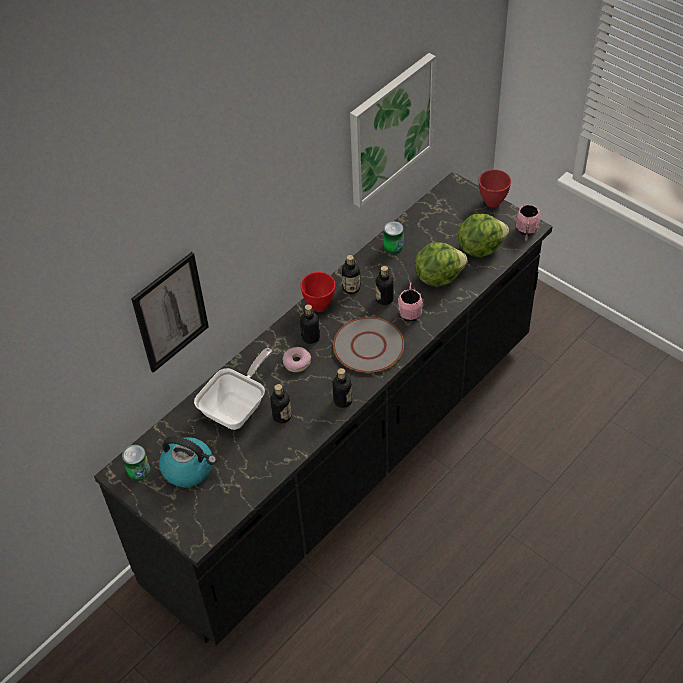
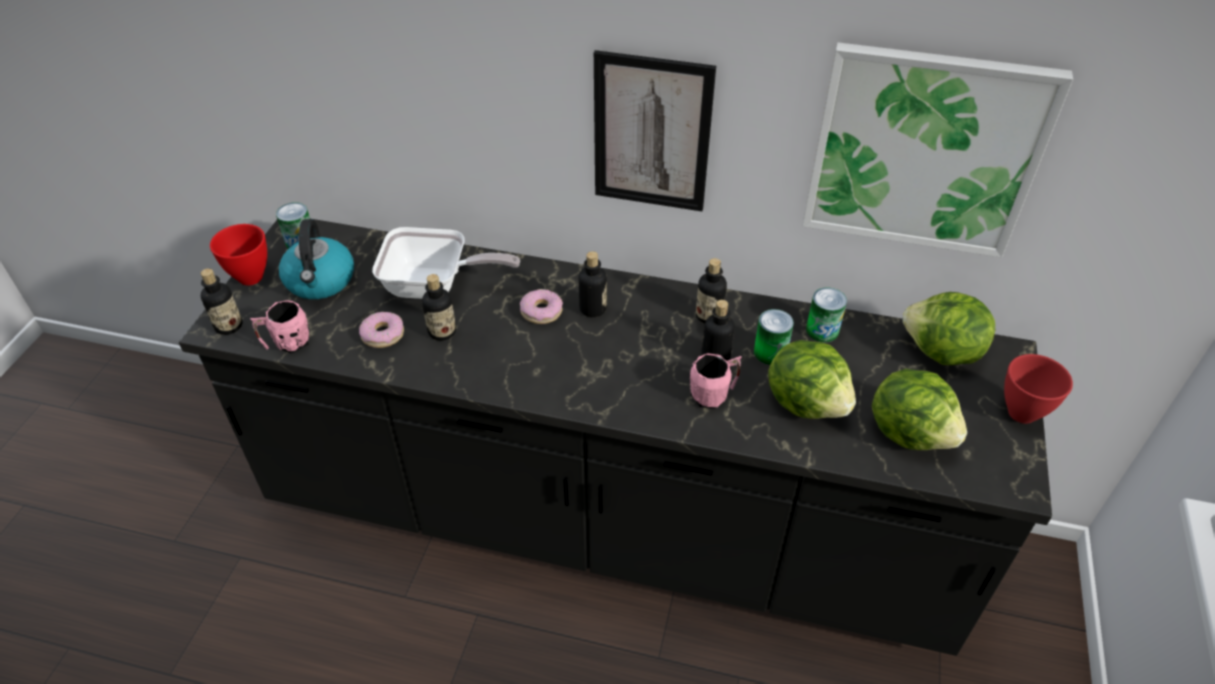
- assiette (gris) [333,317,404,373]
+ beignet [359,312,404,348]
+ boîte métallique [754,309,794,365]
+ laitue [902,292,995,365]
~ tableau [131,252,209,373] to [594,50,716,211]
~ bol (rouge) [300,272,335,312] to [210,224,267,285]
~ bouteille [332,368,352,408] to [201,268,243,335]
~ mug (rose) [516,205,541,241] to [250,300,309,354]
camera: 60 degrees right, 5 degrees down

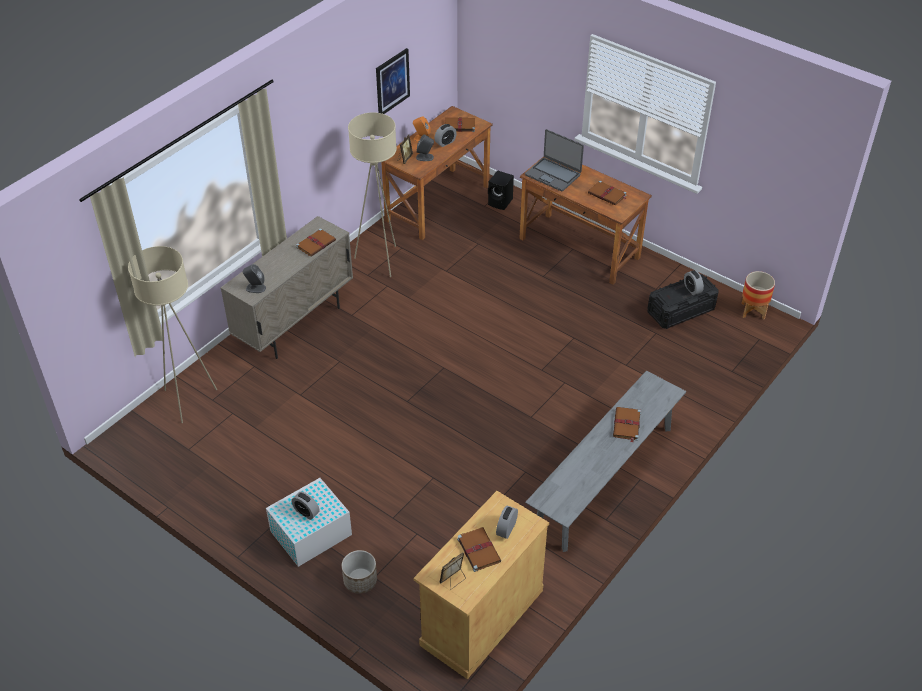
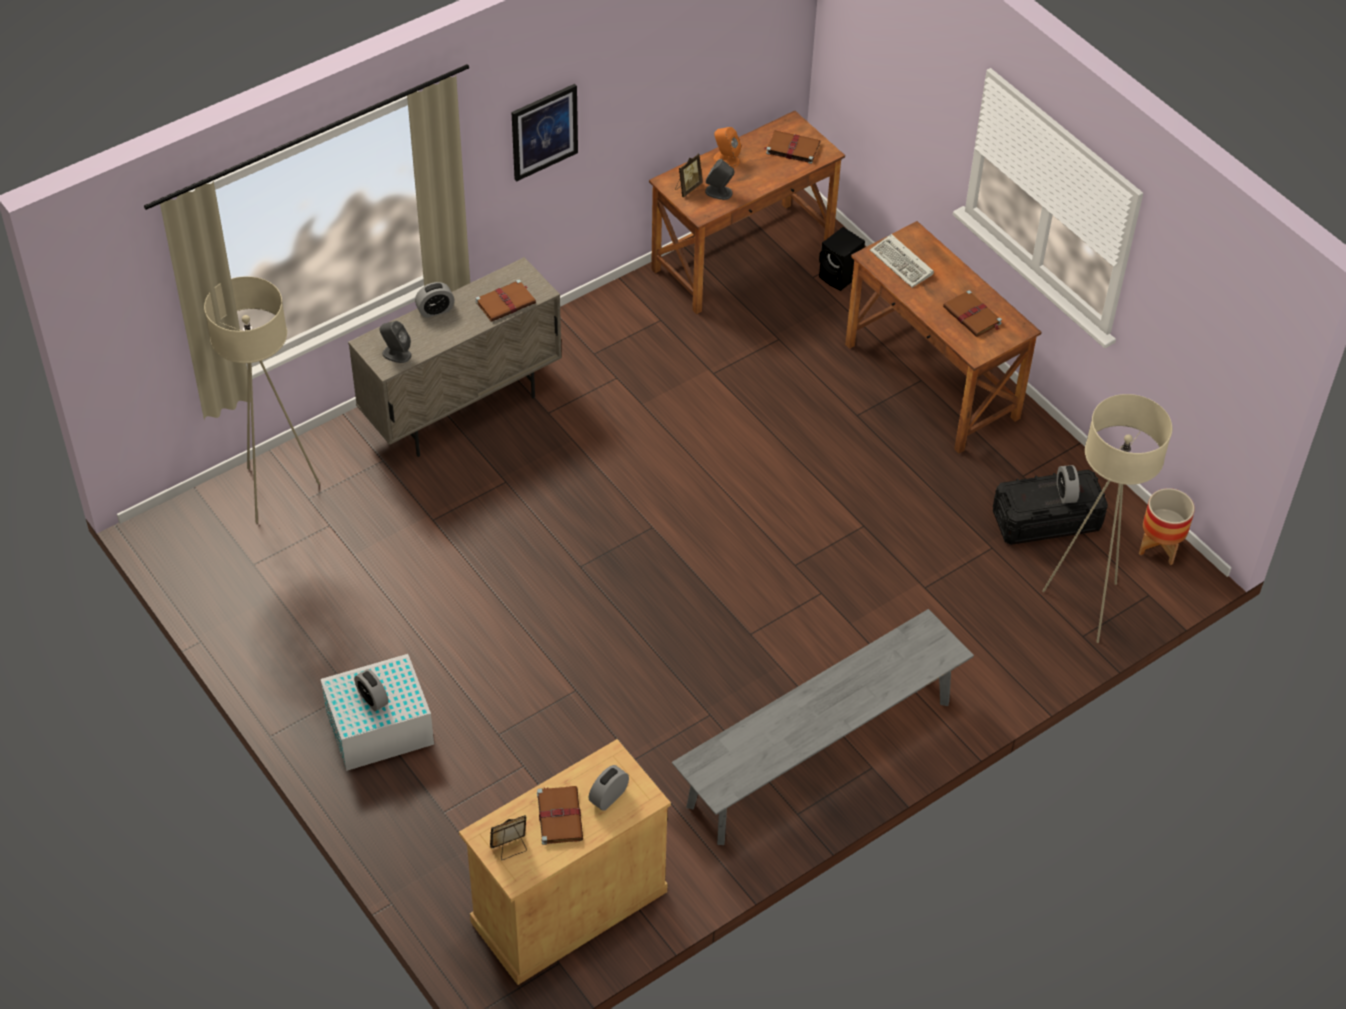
- cache-pot [342,550,377,594]
- livre (marron) [613,407,641,442]
~ lampadaire (beige) [348,112,397,277] to [1042,394,1172,643]
~ tableau [376,48,410,114] to [511,84,578,181]
~ réveil [435,124,457,147] to [415,282,455,318]
~ ordinateur portable [525,129,584,191] to clavier [870,234,934,288]
camera: 15 degrees right, 5 degrees up

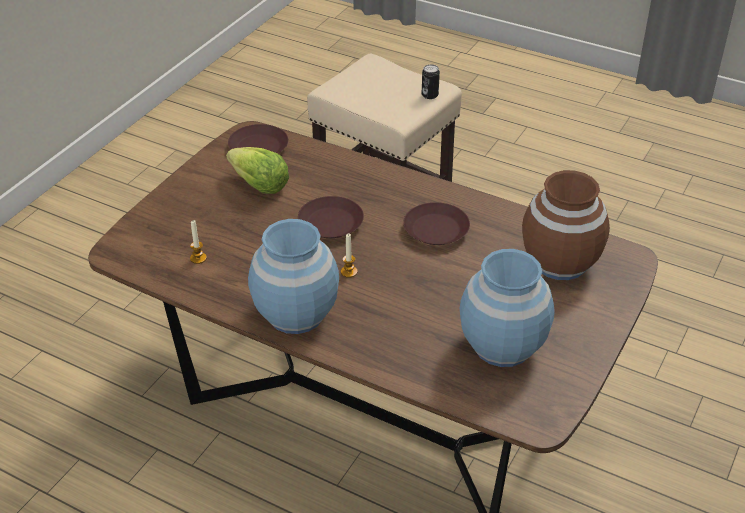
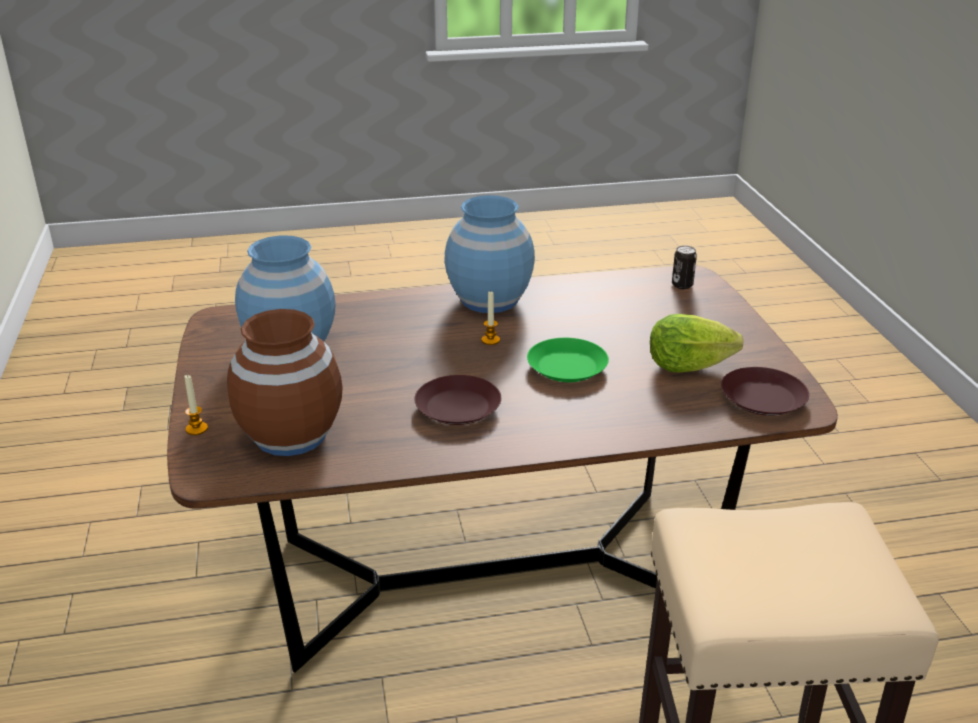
~ bougie [190,220,207,264] to [184,374,208,435]
~ boîte métallique [422,64,440,99] to [672,246,697,289]
~ assiette (marron) [298,196,364,238] to assiette (vert) [527,338,609,382]
camera: 140 degrees right, 10 degrees down

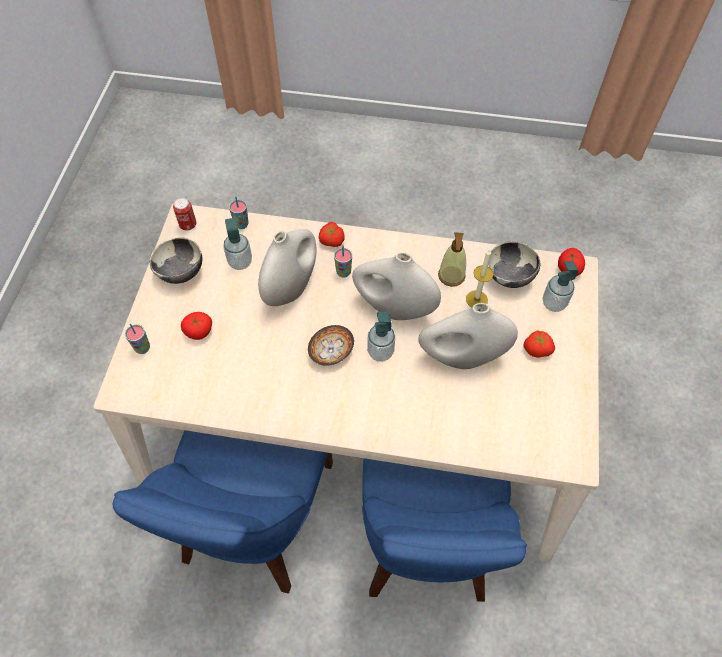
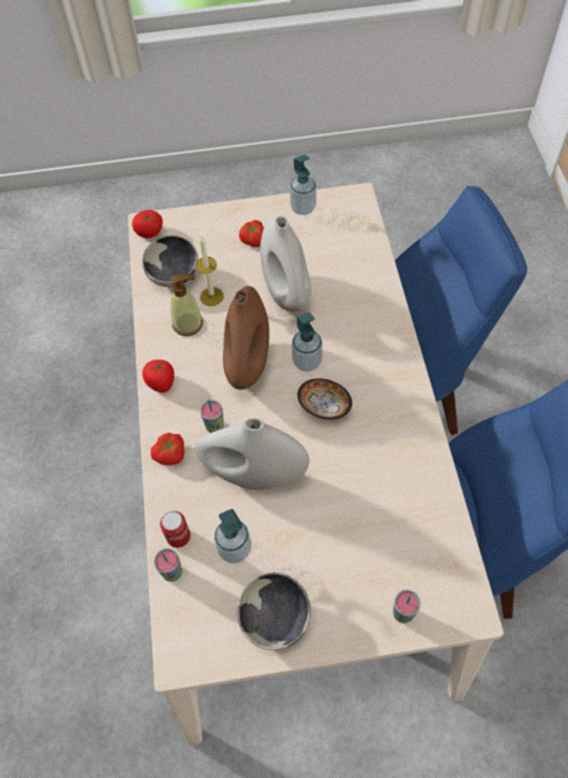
~ boîte métallique [173,198,197,231] to [160,511,191,548]
~ tomate [181,312,212,340] to [142,360,174,393]
~ distributeur de savon [543,261,578,312] to [290,154,316,215]
~ vase (blanc) [352,252,441,320] to vase (marron) [223,286,269,390]
camera: 105 degrees left, 0 degrees up

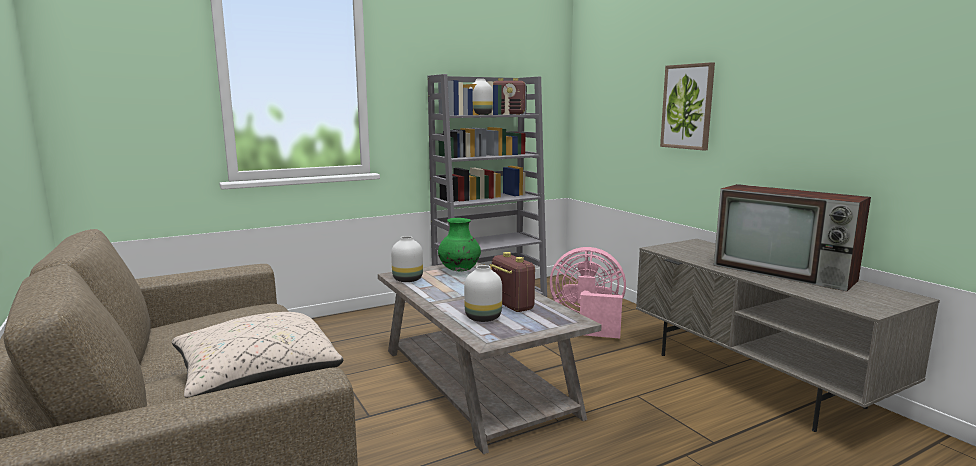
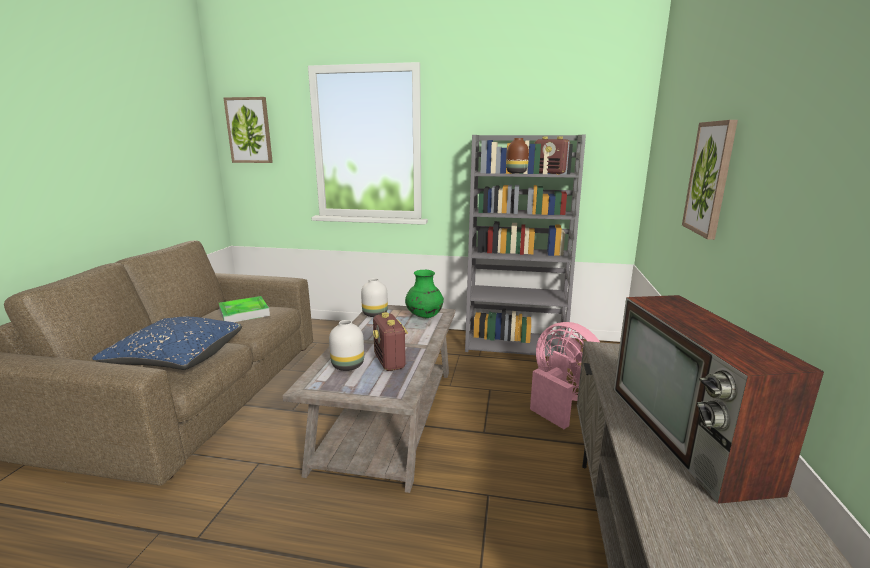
+ plateau [219,296,270,322]
+ tableau [224,97,273,163]
~ coussin (beige) [172,312,343,398] to coussin (bleu) [92,317,242,370]
~ vase (blanc) [469,79,493,115] to vase (marron) [506,138,529,173]
~ radio [489,252,535,312] = [373,312,408,371] 150 degrees clockwise
camera: 40 degrees right, 5 degrees up

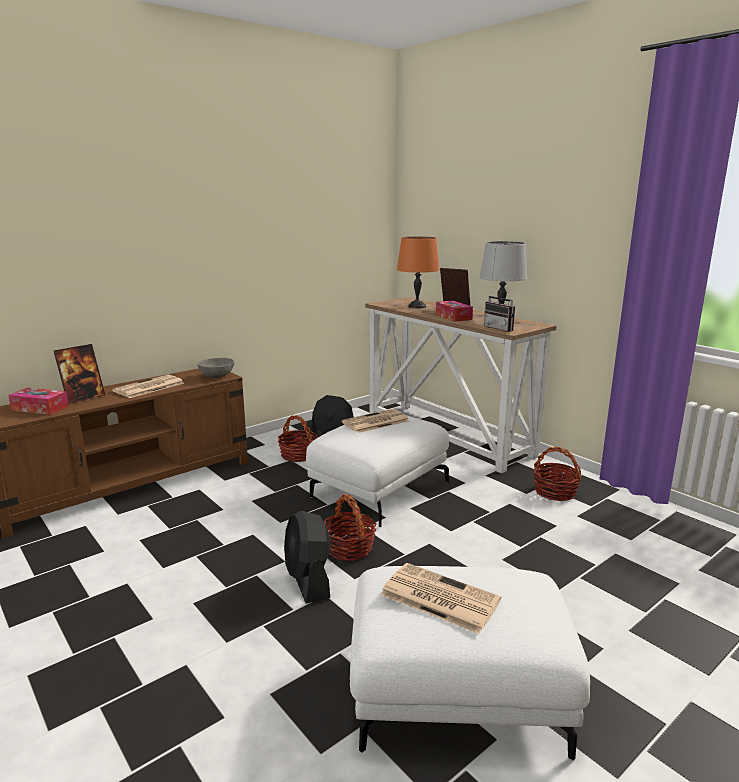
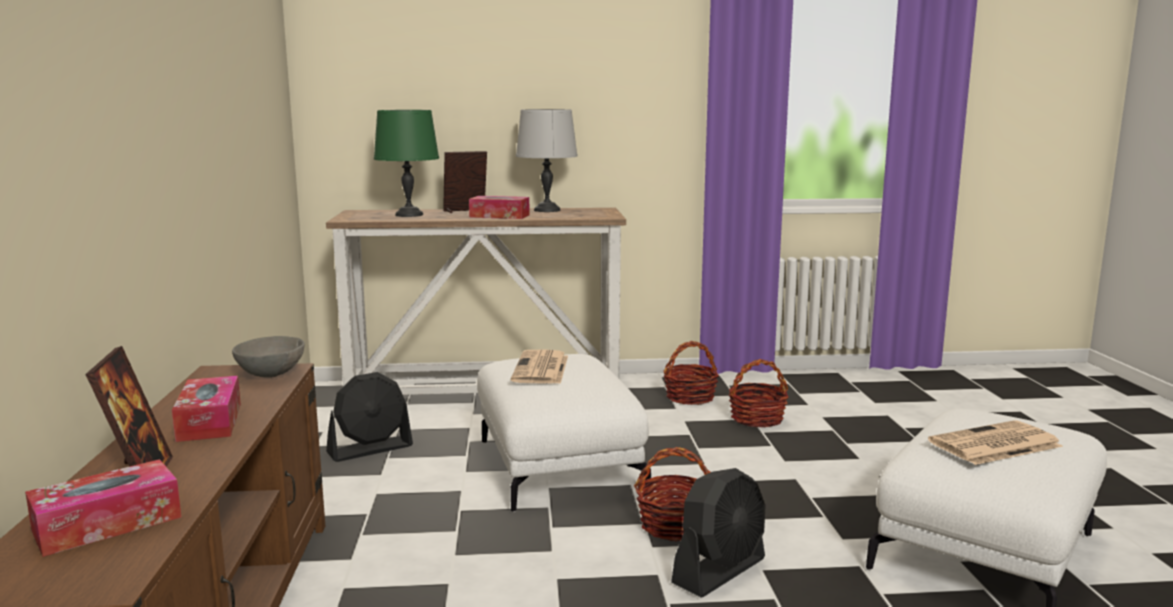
- radio [484,290,515,332]
~ panier [278,415,318,462] to [729,359,789,427]
~ journal [112,375,184,398] to boîte à mouchoirs [172,376,241,442]
~ lampe de table (orange) [397,236,439,308] to lampe de table (vert) [374,110,439,217]
~ ventilateur (noir) [284,511,331,603] = [671,468,766,598] 60 degrees counterclockwise
camera: 55 degrees left, 5 degrees down

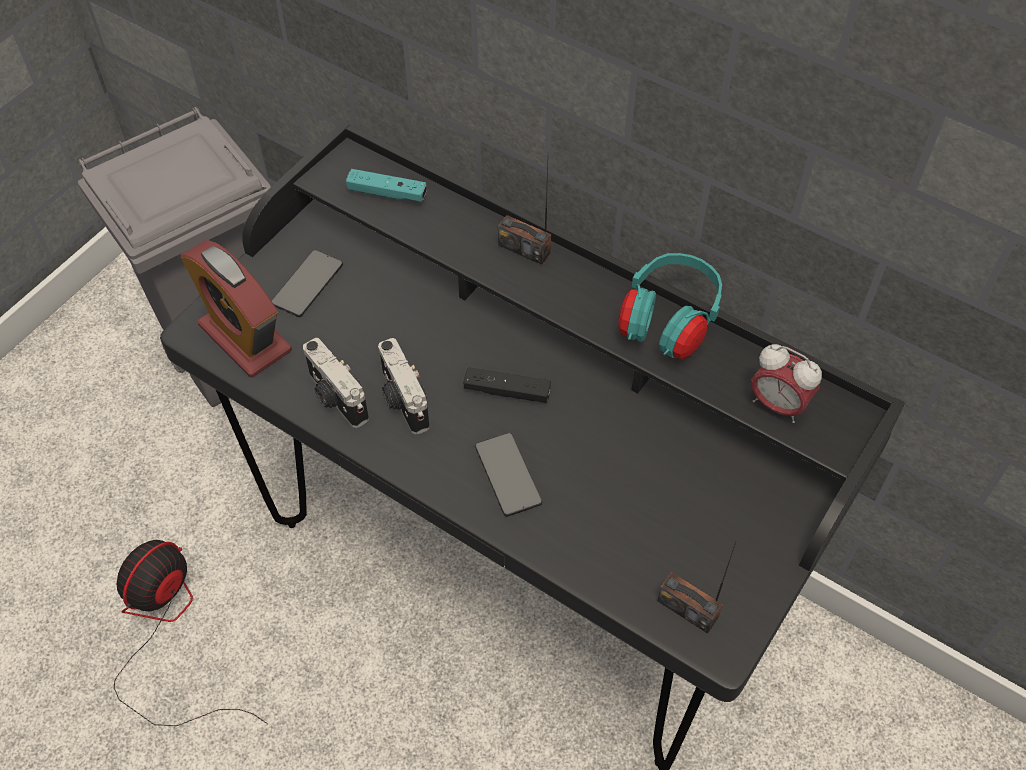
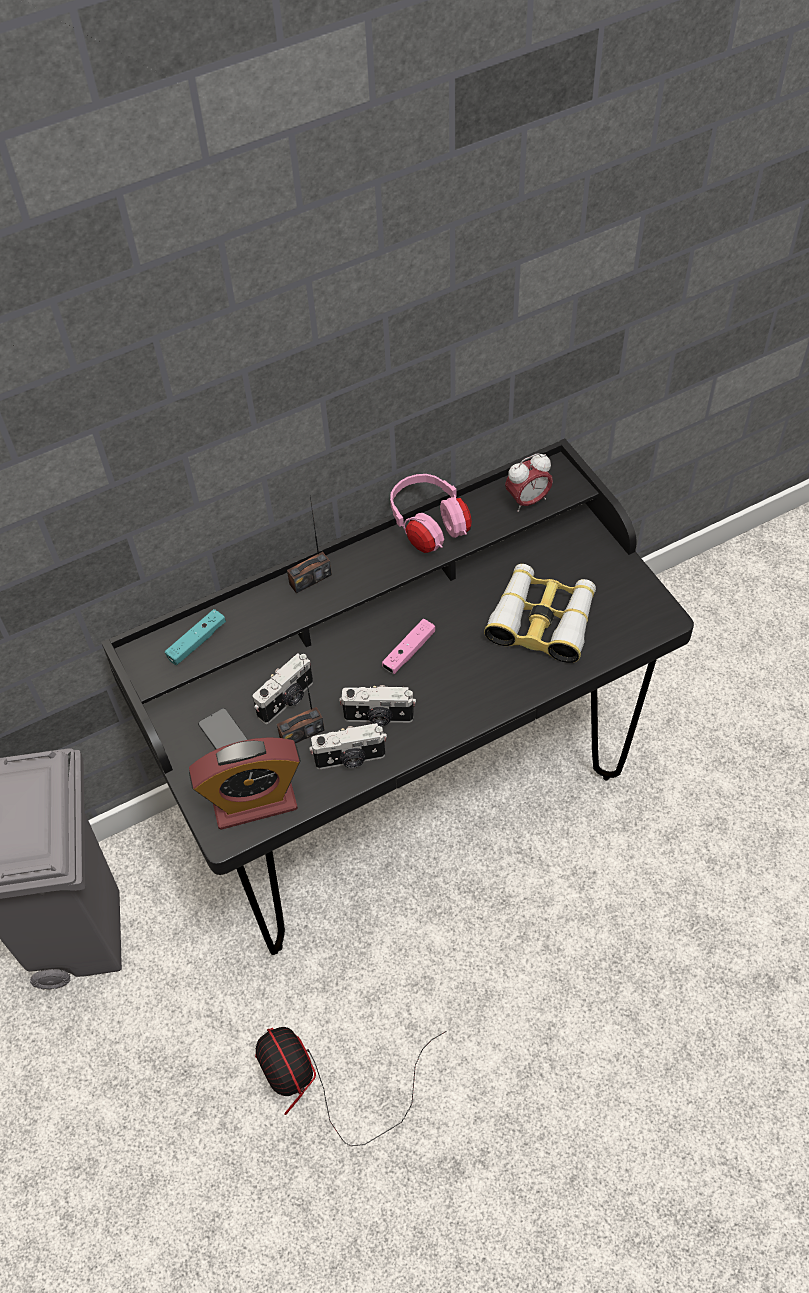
- téléphone [475,433,542,517]
+ appareil photo [253,653,313,724]
+ jumelles [484,564,596,663]
~ radio [657,542,736,634] to [277,657,325,743]
~ manette (noir) [464,367,551,403] to manette (rose) [382,619,435,674]
~ casque audio (turquoise) [618,253,722,359] to casque audio (rose) [390,474,472,553]
camera: 60 degrees left, 0 degrees up

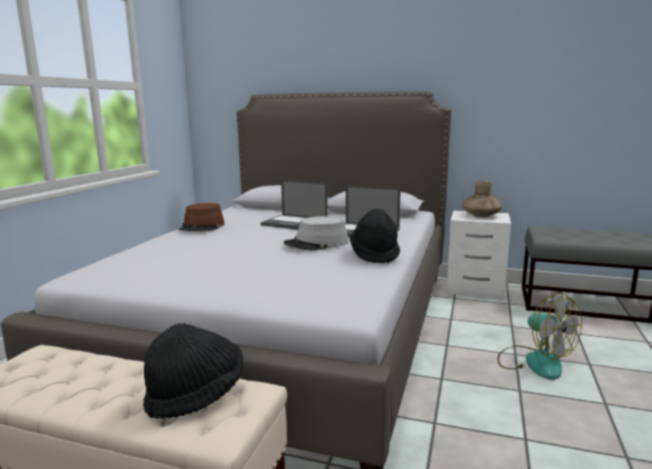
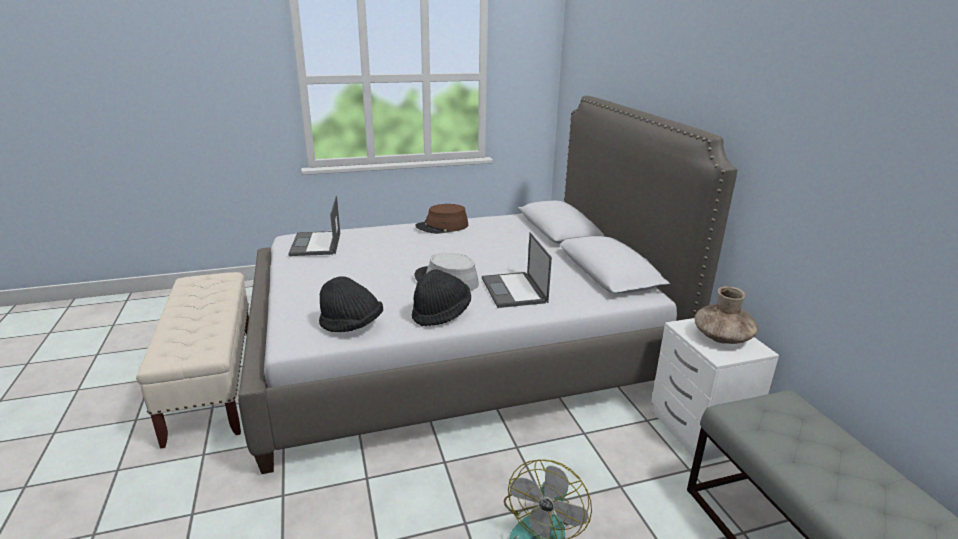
~ chapeau (noir) [143,323,243,419] to [319,276,383,332]
~ ordinateur portable [261,180,328,230] to [288,196,340,256]
camera: 55 degrees right, 10 degrees up

